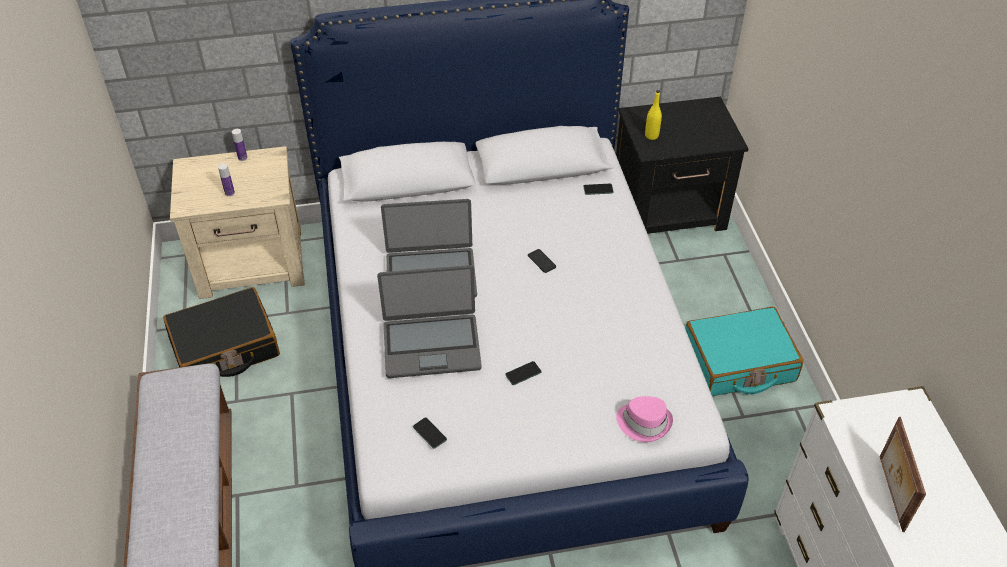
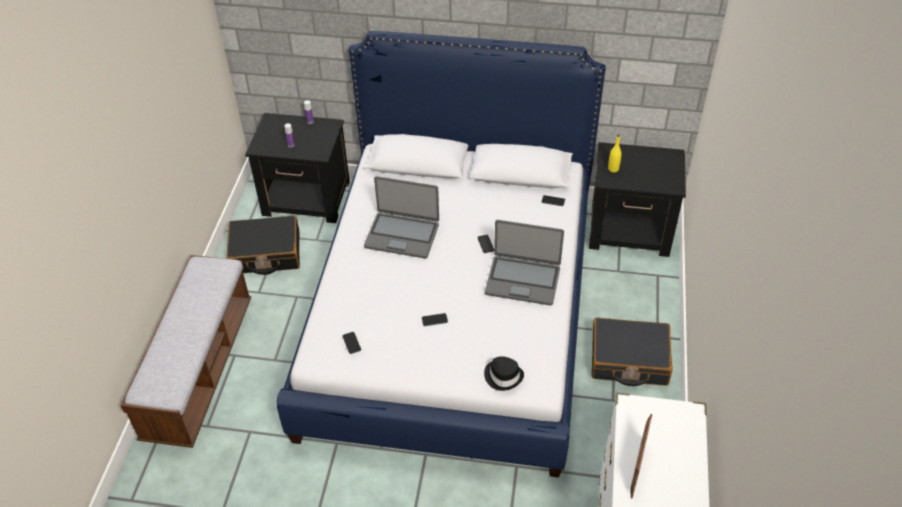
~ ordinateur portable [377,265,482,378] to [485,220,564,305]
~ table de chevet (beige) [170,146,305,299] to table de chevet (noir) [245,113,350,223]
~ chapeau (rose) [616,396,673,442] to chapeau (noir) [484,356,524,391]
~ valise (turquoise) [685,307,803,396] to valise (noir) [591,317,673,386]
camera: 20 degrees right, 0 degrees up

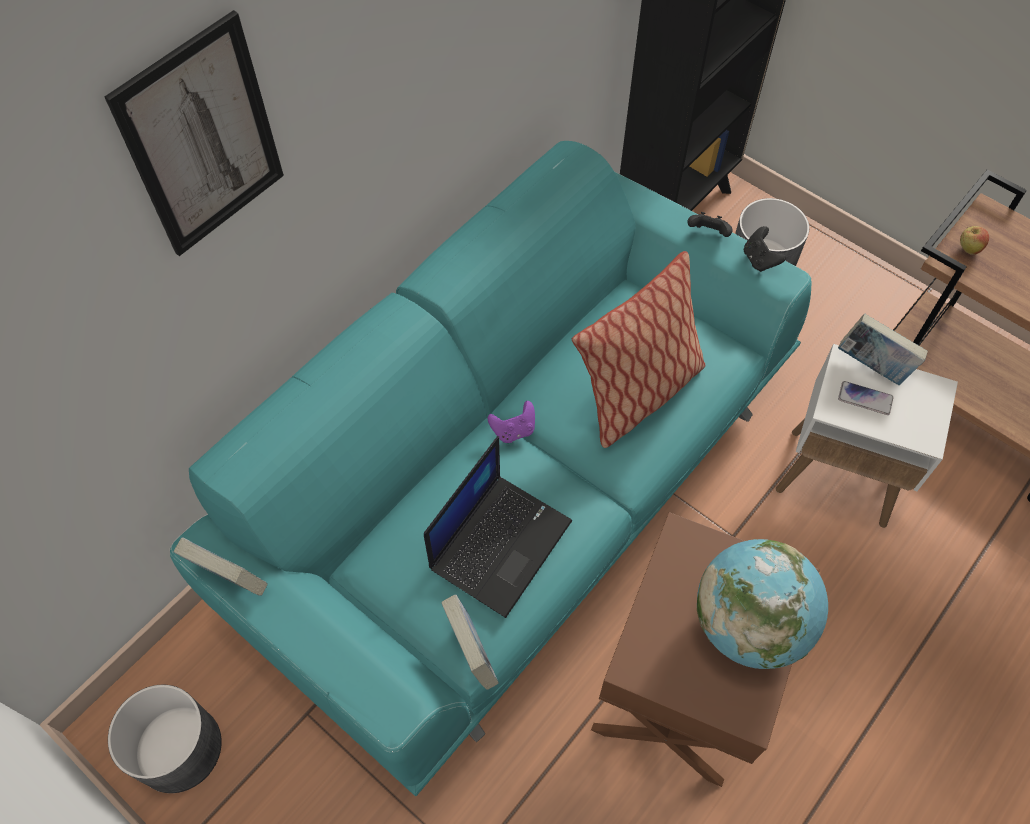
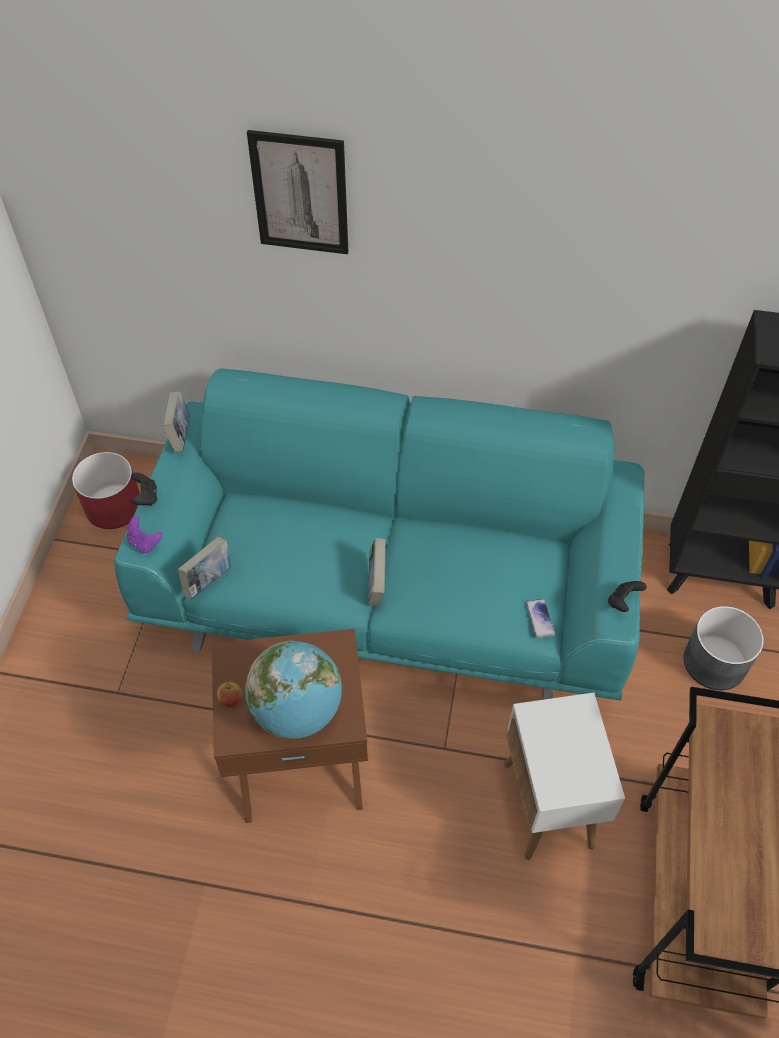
- ordinateur portable [424,436,572,618]
- coussin [572,251,705,448]
~ manette (violet) [488,401,535,443] to [127,516,162,553]
~ manette (noir) [687,212,732,237] to [131,472,157,506]
~ livre [838,314,928,385] to [367,538,386,606]
~ téléphone [838,381,894,415] to [526,599,555,638]
~ pomme [960,226,989,255] to [217,680,242,707]
~ cache-pot (gris) [108,685,222,793] to cache-pot (rouge) [72,452,140,529]
camera: 60 degrees right, 5 degrees down

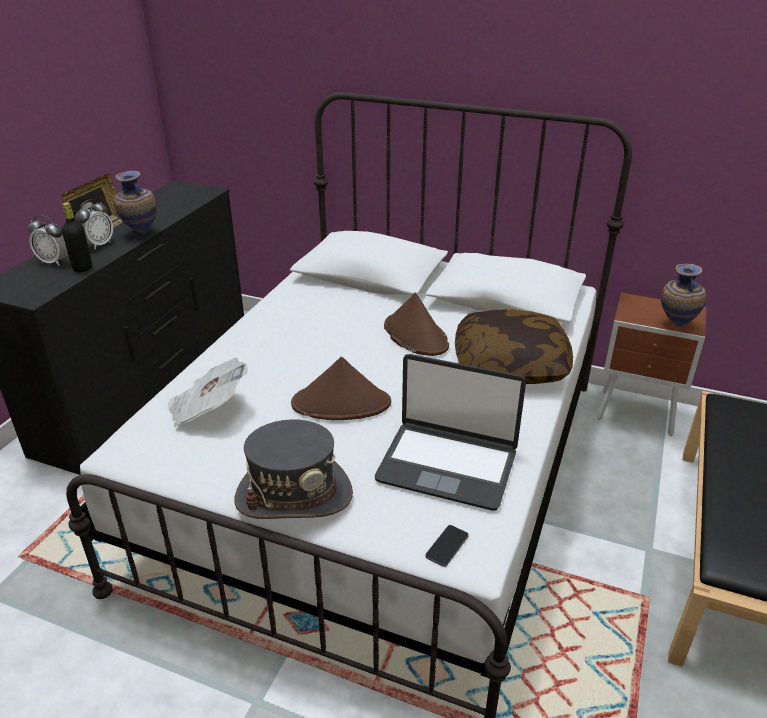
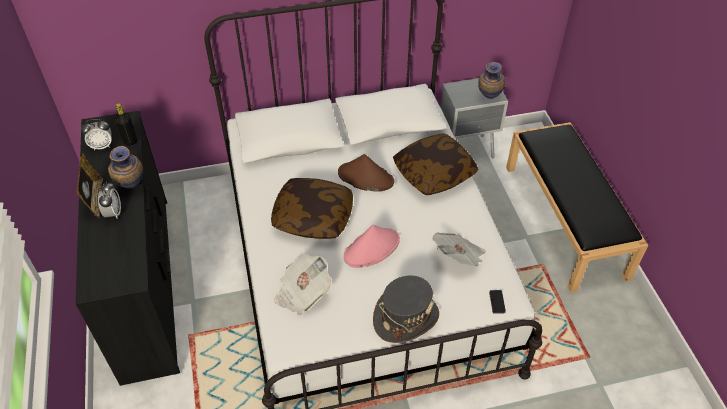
+ coussin [271,178,353,239]
~ réveil [28,215,68,266] to [81,119,112,150]
~ bouteille (noir) [62,202,92,272] to [116,103,137,146]
~ ordinateur portable [375,354,526,511] to journal [433,233,486,266]
~ chapeau (marron) [291,357,391,420] to chapeau (rose) [344,224,400,268]
~ table de chevet (marron) [596,293,706,436] to table de chevet (gris) [440,78,508,159]
camera: 35 degrees left, 15 degrees up

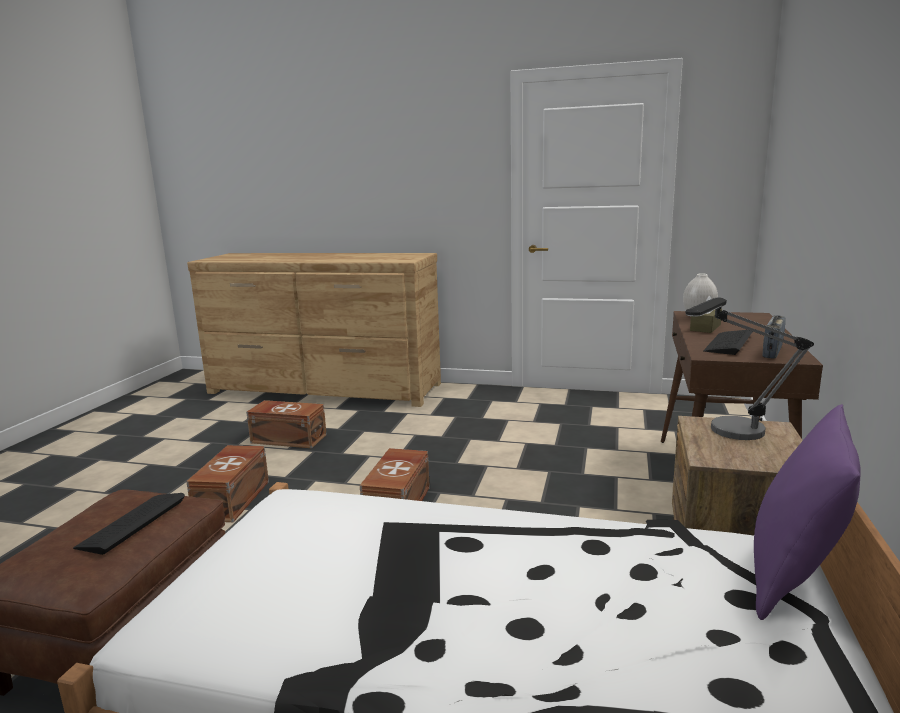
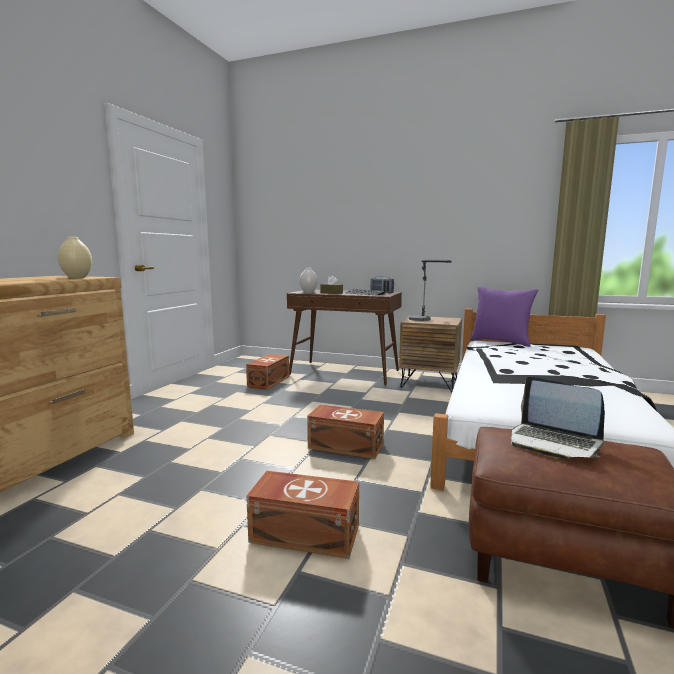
+ vase (beige) [58,237,92,278]
~ boîte de rangement (marron) [246,400,327,448] to [246,354,289,390]
~ clavier [73,493,185,555] to ordinateur portable [511,376,605,458]
camera: 85 degrees left, 5 degrees down

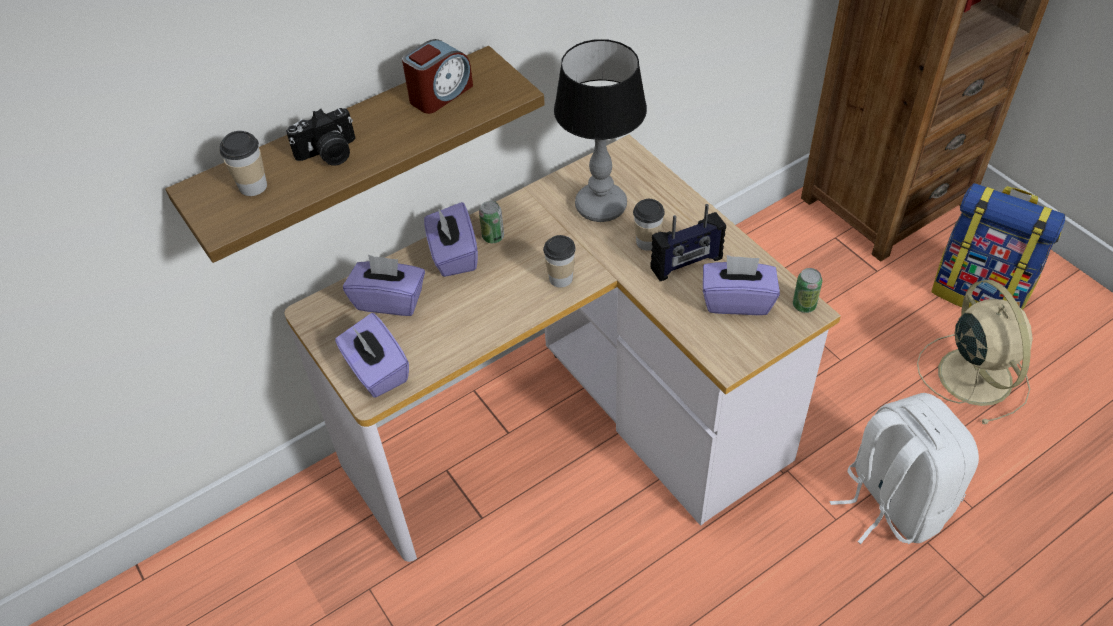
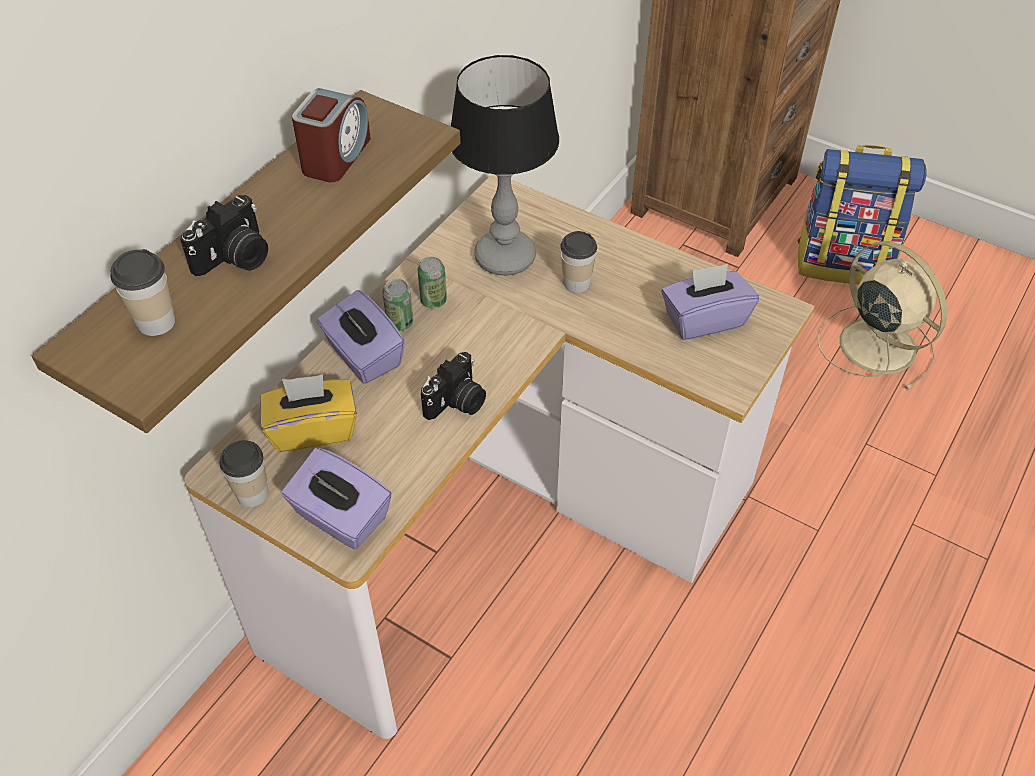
- radio [650,204,726,281]
- sac à dos (blanc) [830,393,979,544]
+ appareil photo [421,352,486,420]
~ tasse [543,235,576,288] to [220,440,268,507]
~ boîte métallique [793,268,822,313] to [418,257,447,308]
~ boîte à mouchoirs (violet) [343,255,425,316] to boîte à mouchoirs (jaune) [261,375,357,452]
camera: 25 degrees left, 0 degrees up

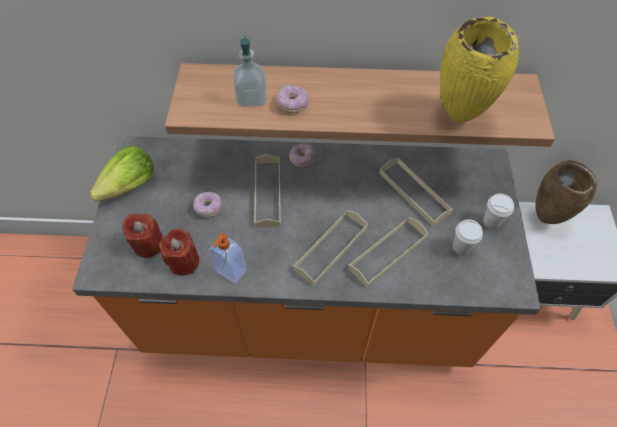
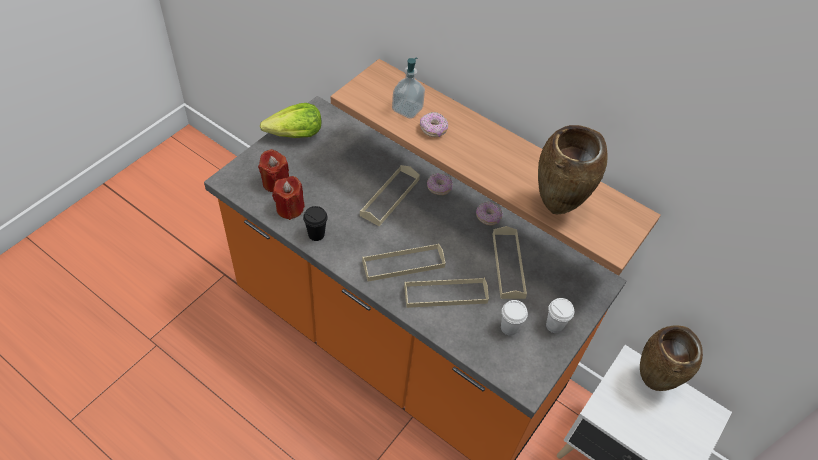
~ beignet [193,192,222,217] to [476,202,503,226]
~ distributeur de savon [209,233,247,284] to tasse (noir) [303,206,328,241]
~ vase (jaune) [440,17,519,123] to vase (marron) [538,125,608,214]
camera: 30 degrees right, 5 degrees down

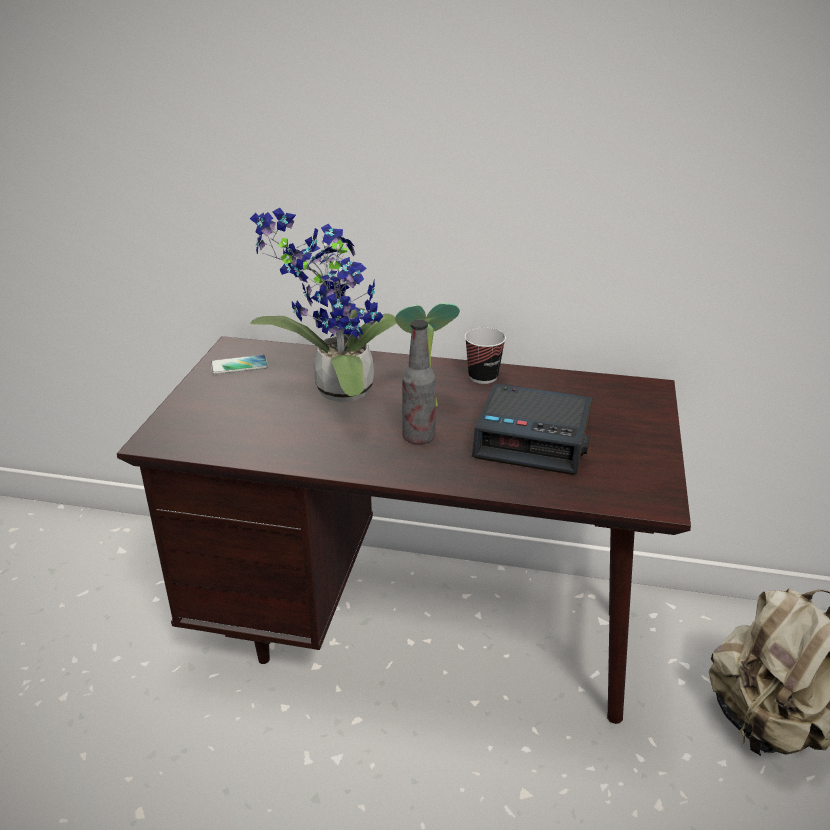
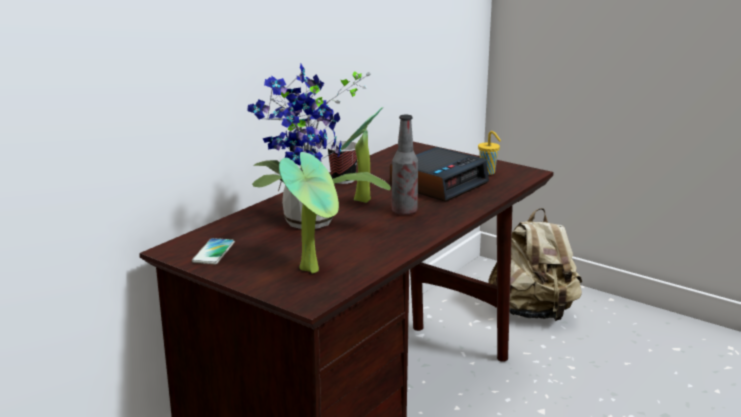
+ plante en pot [279,152,339,274]
+ tasse (jaune) [478,131,501,175]
camera: 65 degrees left, 10 degrees down

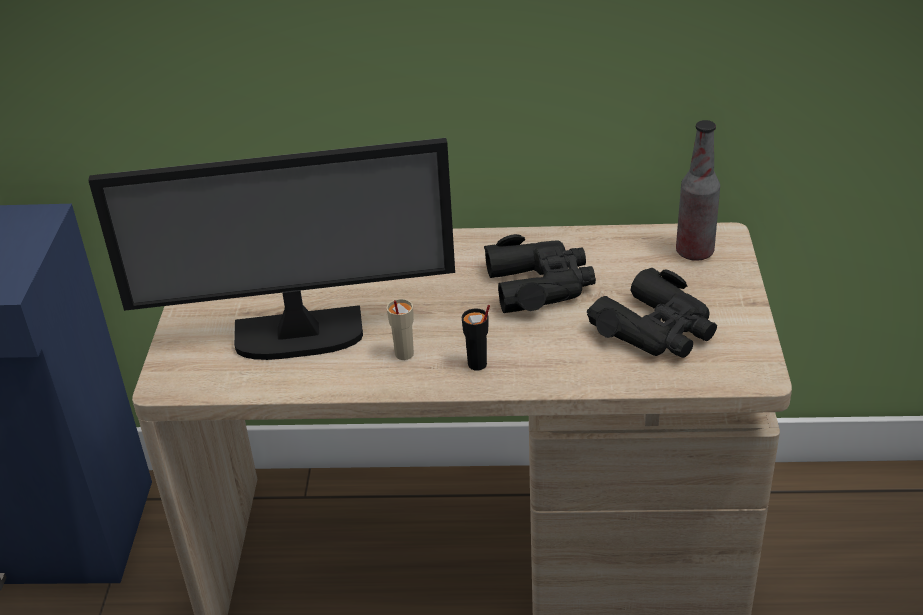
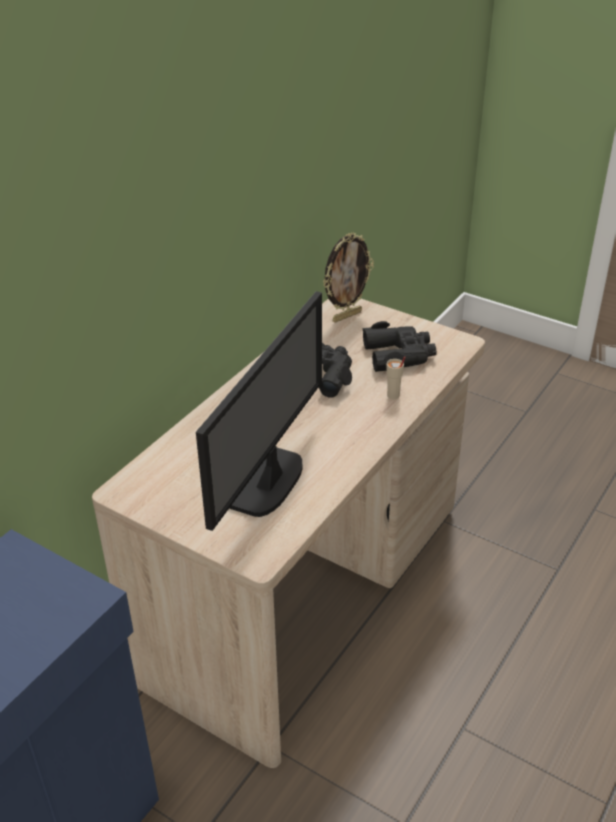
- tasse (noir) [462,305,490,371]
~ tasse (beige) [387,299,414,360] to [387,356,405,400]
~ bouteille [676,120,720,261] to cadre photo [323,233,374,323]
camera: 60 degrees left, 0 degrees up

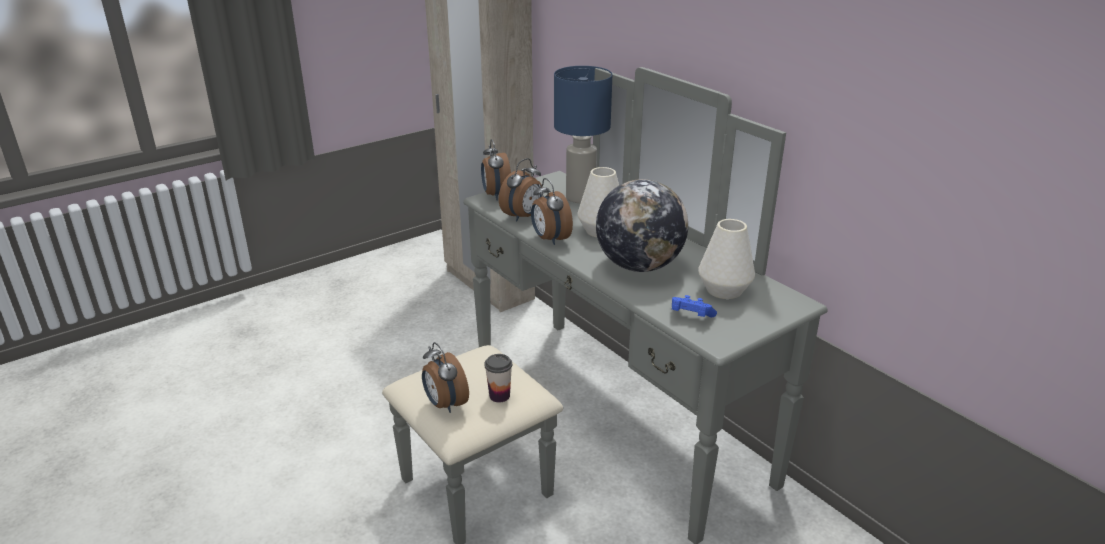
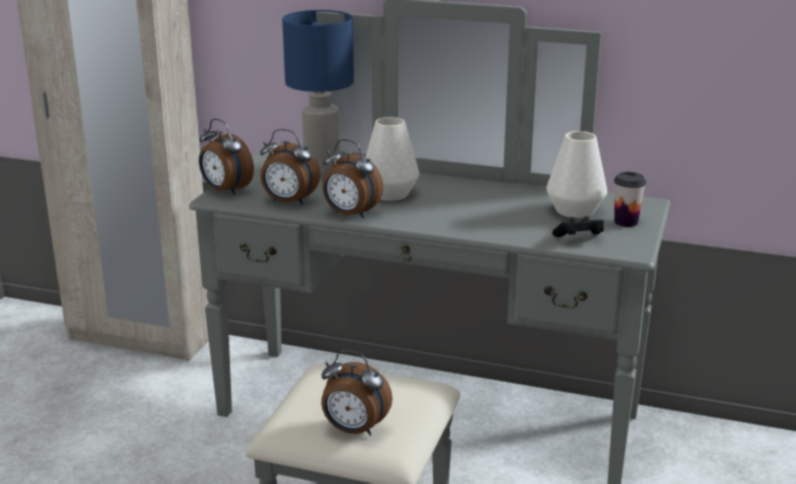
- globe [596,179,688,272]
~ tasse [484,354,512,402] to [614,172,646,227]
~ manette (bleu) [672,295,717,317] to manette (noir) [552,216,604,237]
~ réveil [499,158,542,221] = [260,129,320,205] 105 degrees clockwise
camera: 35 degrees left, 5 degrees down

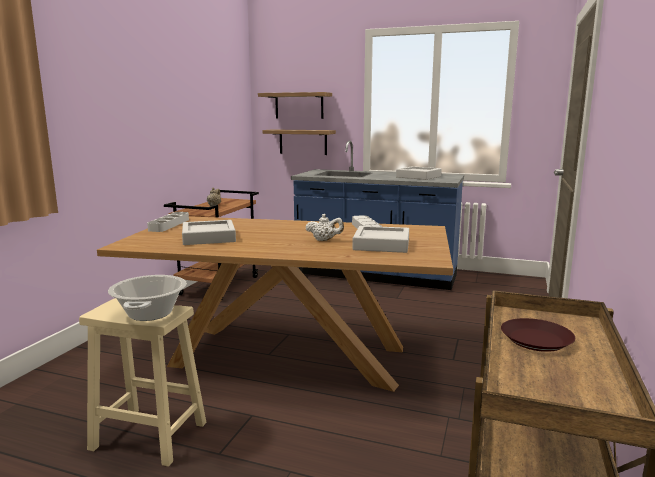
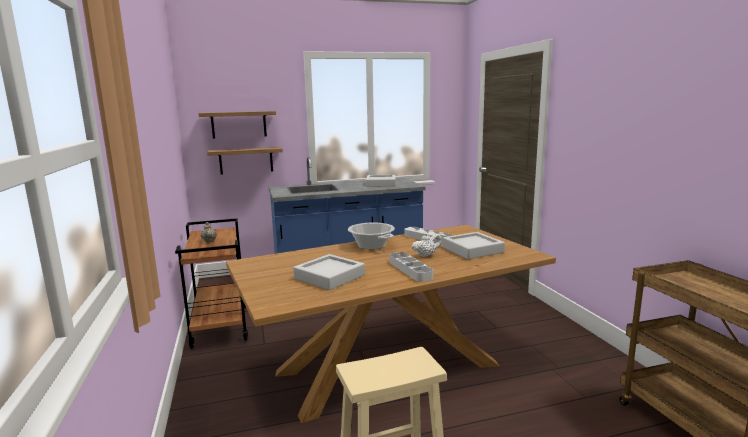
- assiette (marron) [501,318,575,352]
~ marmite [108,275,187,321] to [348,223,395,250]
~ plateau (gris) [147,212,189,232] to [390,252,433,282]
camera: 35 degrees left, 0 degrees up

